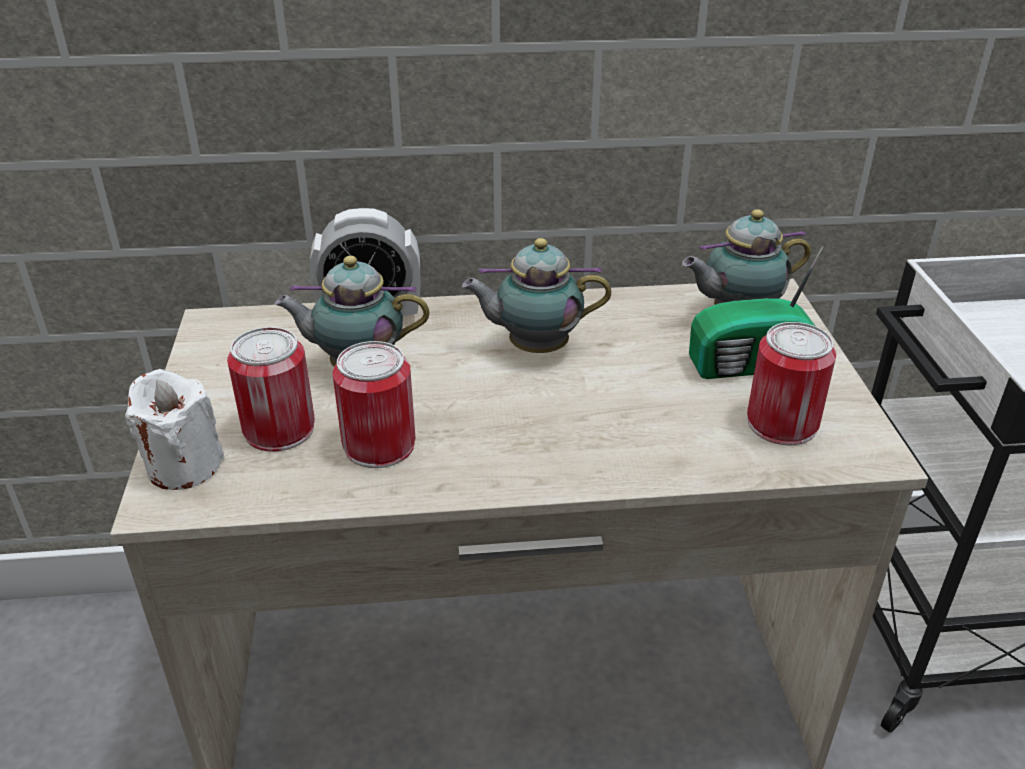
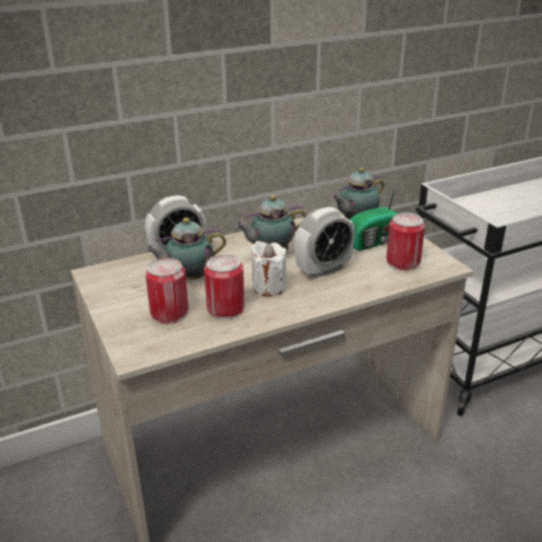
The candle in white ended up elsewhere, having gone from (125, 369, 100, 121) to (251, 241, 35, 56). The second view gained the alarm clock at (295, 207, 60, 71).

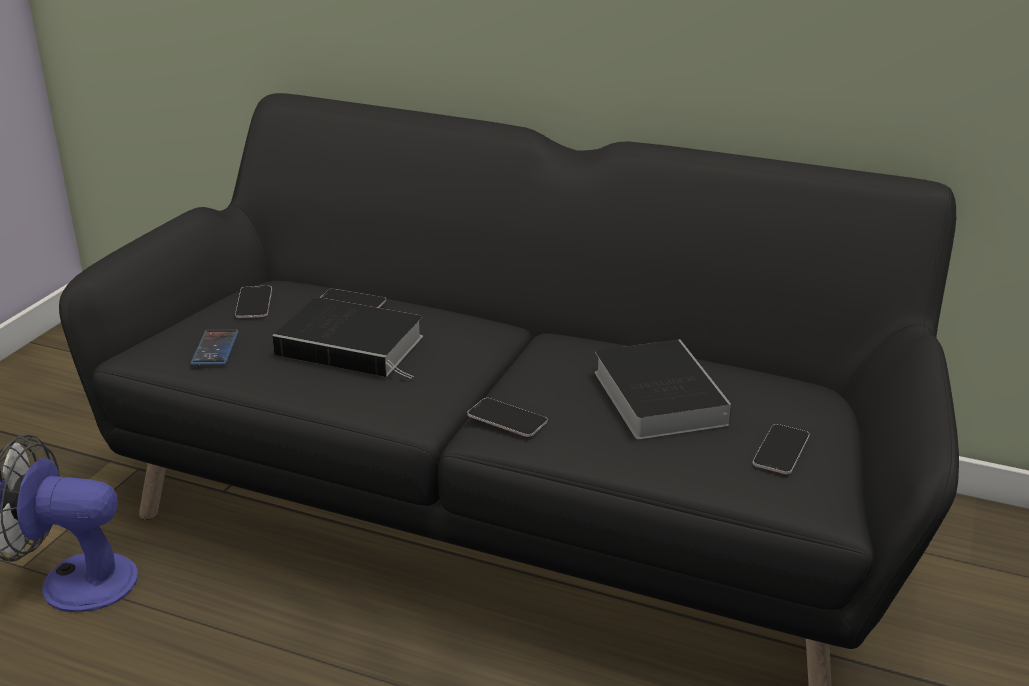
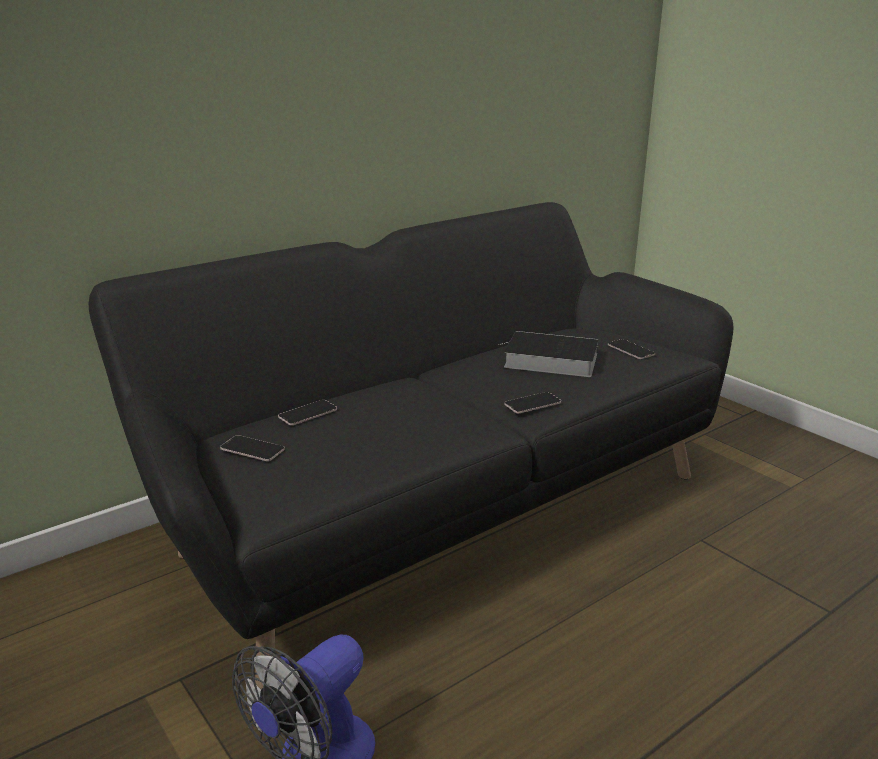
The second view lost the book at (272, 297, 151, 82). The second view lost the phone at (191, 330, 48, 36).

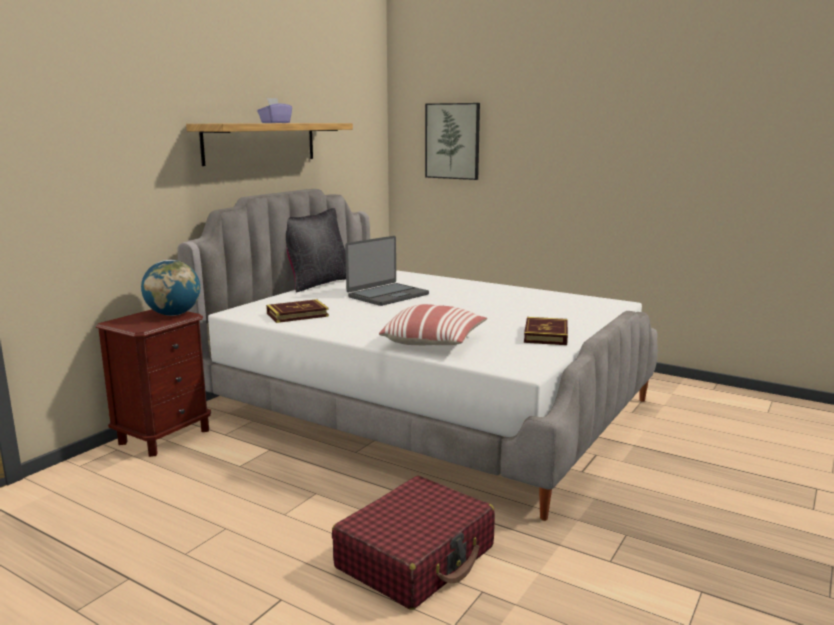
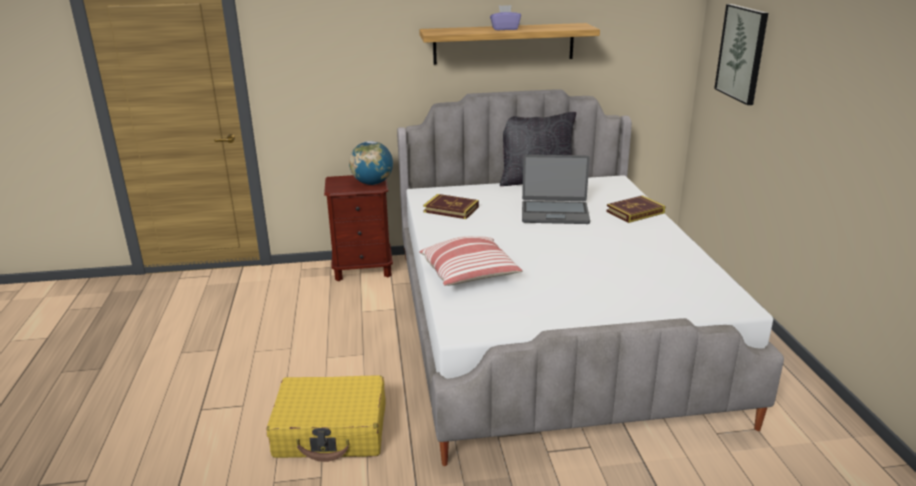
The book ended up elsewhere, having gone from (524, 317, 44, 28) to (606, 195, 59, 28). What was the suitcase in red at (332, 476, 163, 134) turned into the suitcase in yellow at (267, 375, 118, 87).

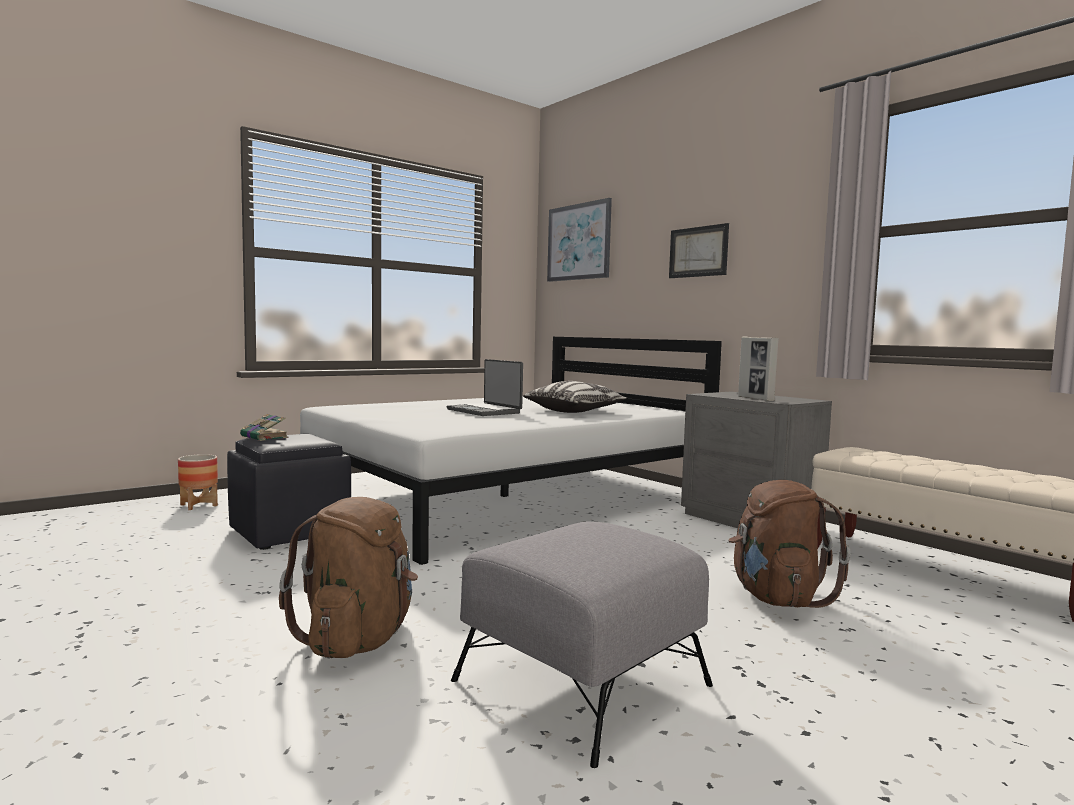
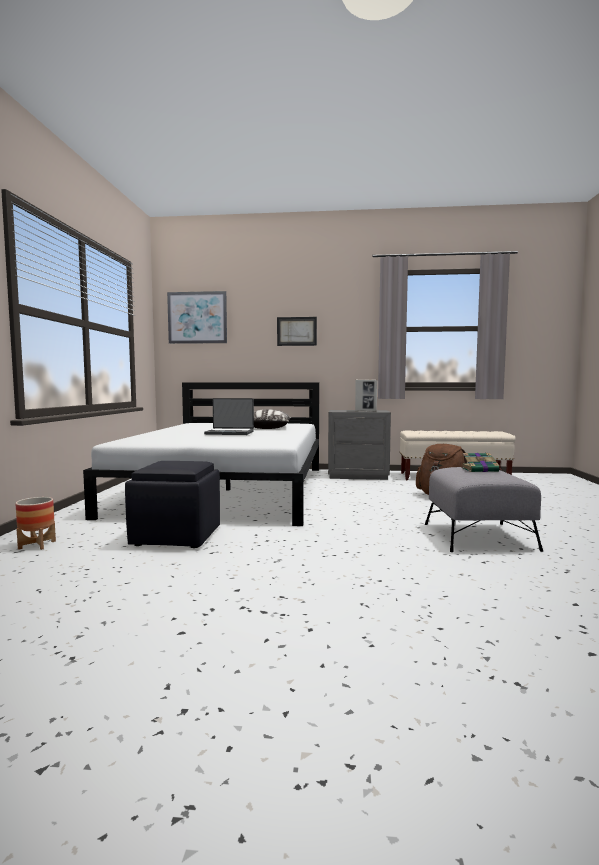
The book ended up elsewhere, having gone from (240, 414, 49, 27) to (461, 453, 42, 19). The second view lost the backpack in brown at (279, 497, 139, 162).

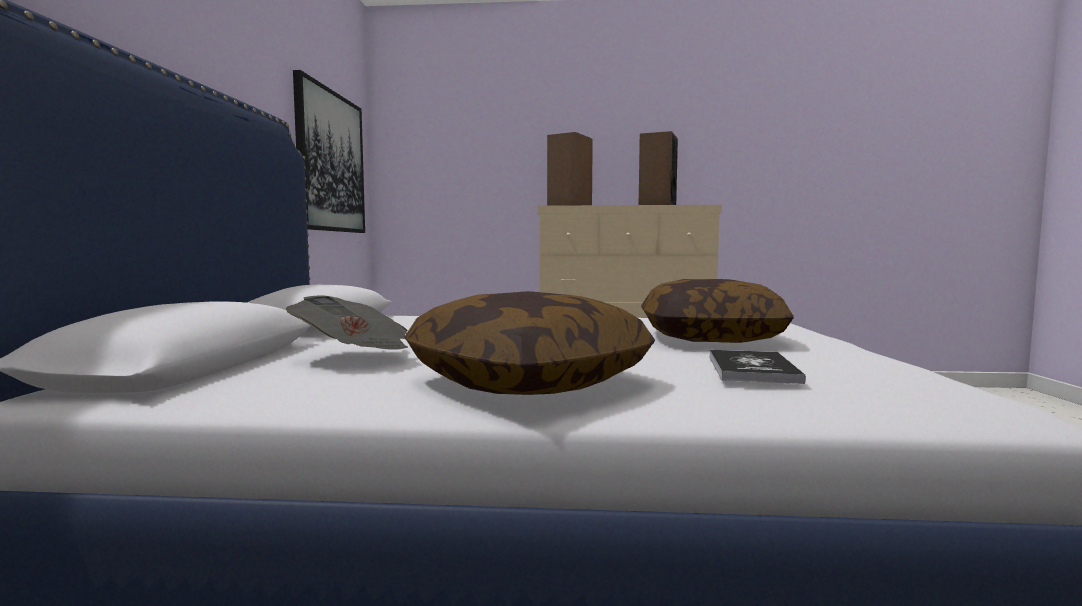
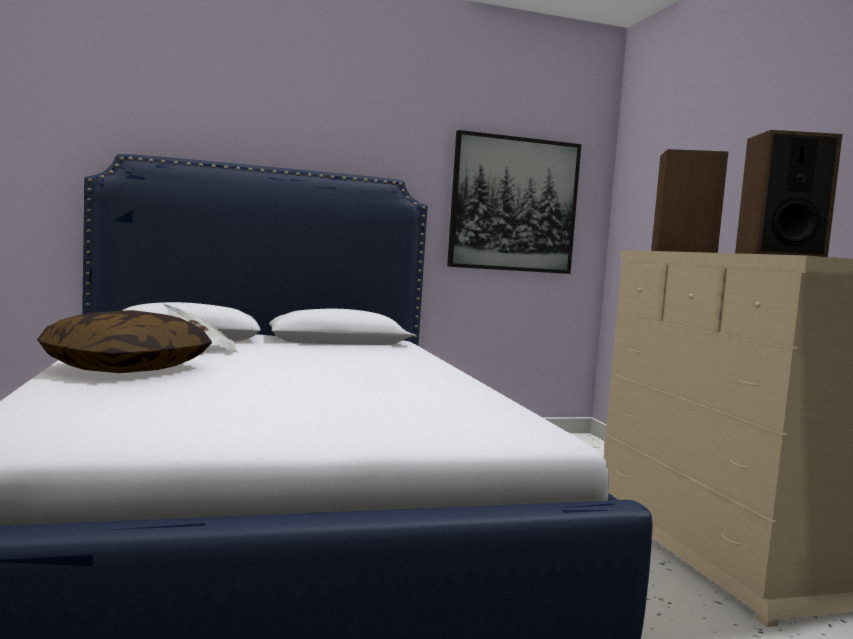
The second view lost the pillow at (641, 279, 153, 64). The second view lost the book at (709, 350, 97, 34).

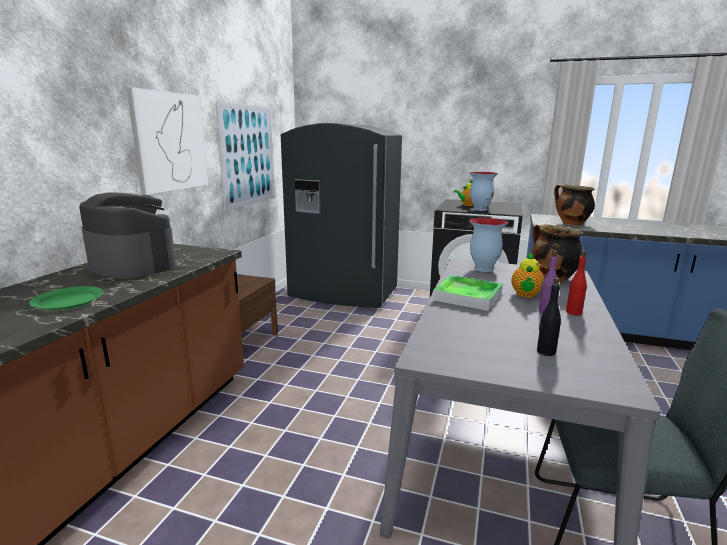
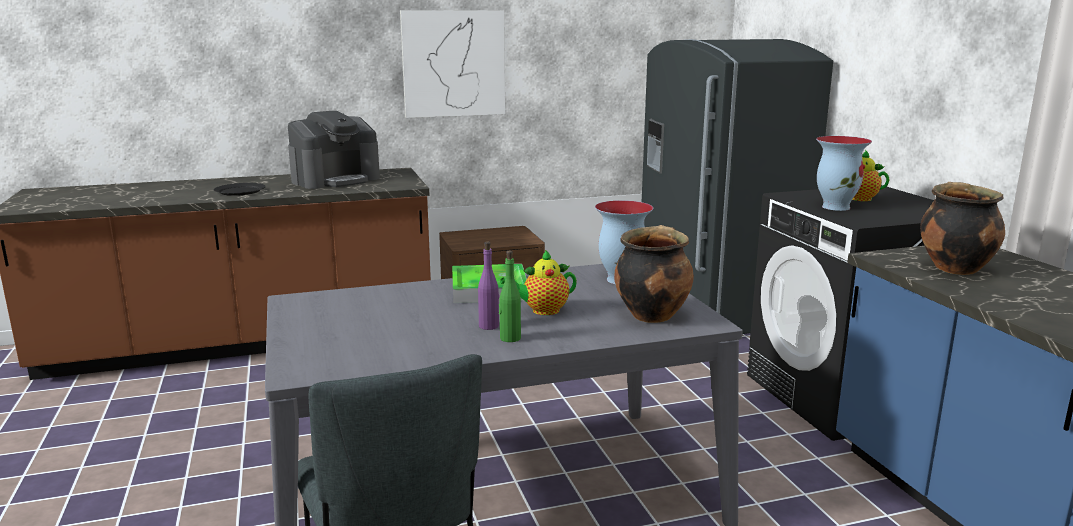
The second view lost the picture at (215, 101, 60, 110). The coffee machine at (79, 192, 97, 86) ended up facing another way, 45 degrees clockwise from before. What was the bottle in red at (566, 251, 21, 64) turned into the bottle in green at (499, 251, 22, 91). The second view lost the bottle in black at (537, 278, 24, 78). What was the plate in green at (29, 286, 74, 24) turned into the plate in black at (214, 183, 52, 13).

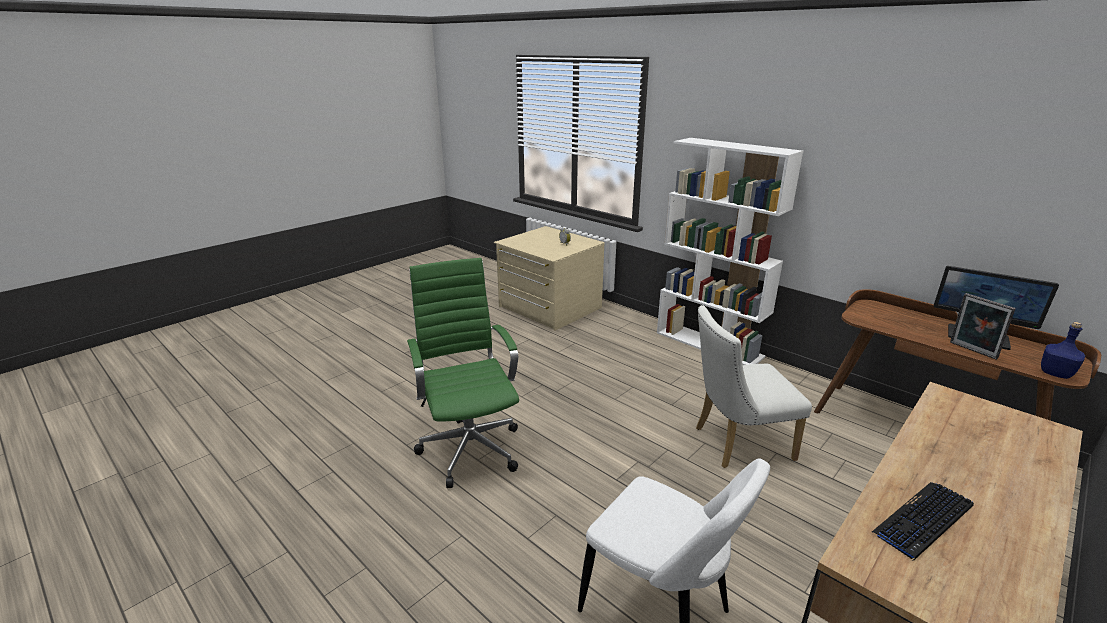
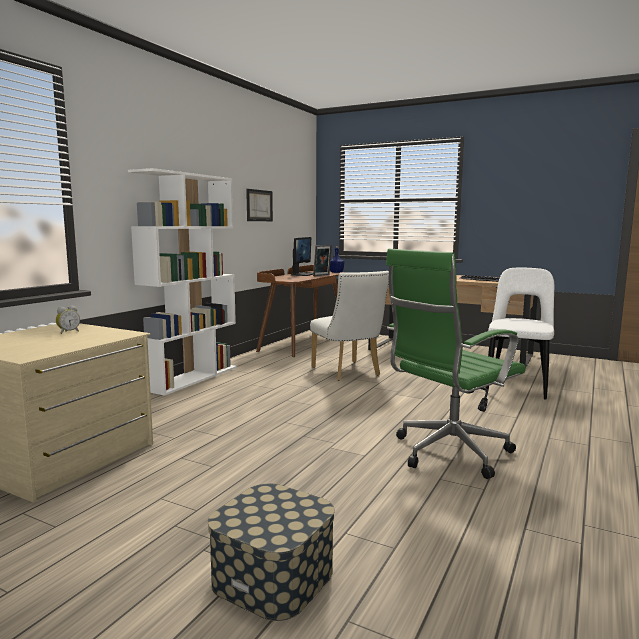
The second view gained the picture at (246, 189, 27, 32). The second view gained the storage box at (208, 484, 127, 137).

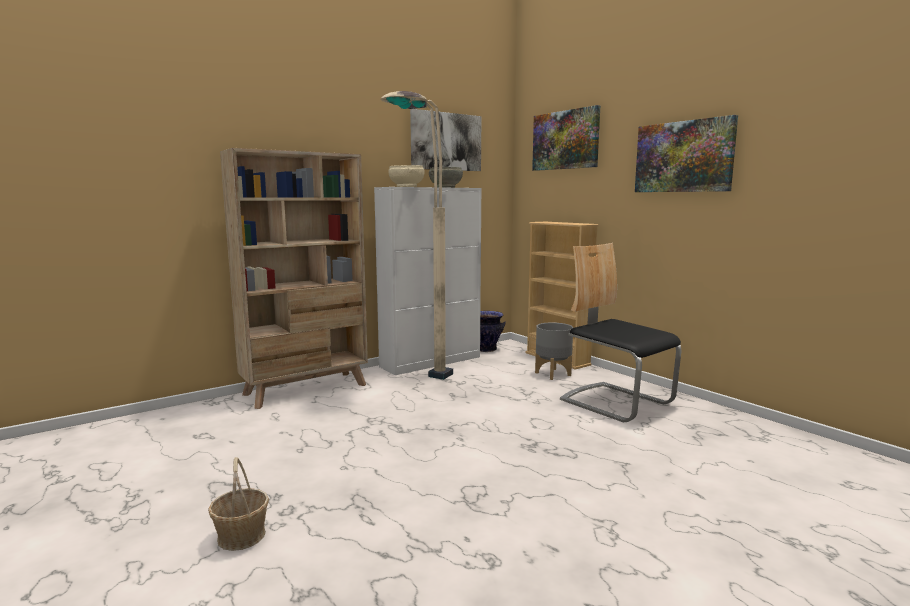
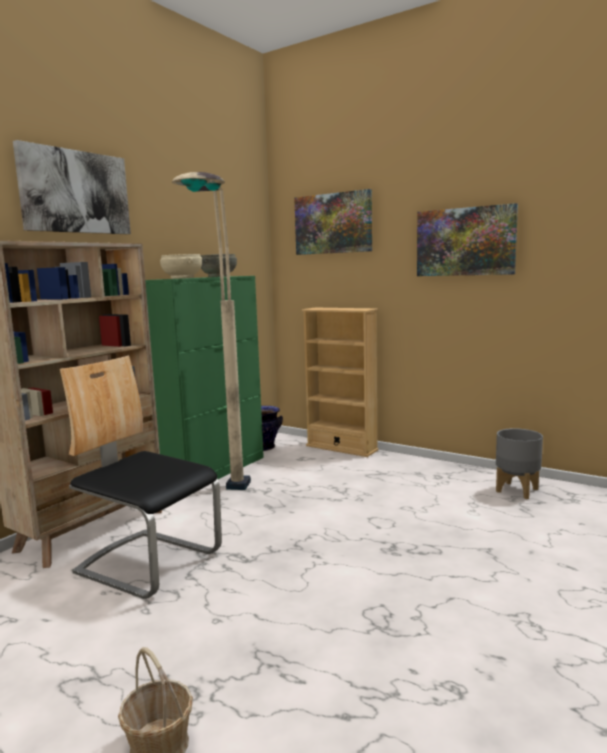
The picture ended up elsewhere, having gone from (410, 109, 72, 62) to (13, 140, 118, 94). What was the cabinet in white at (374, 187, 108, 188) turned into the cabinet in green at (145, 276, 119, 203). The chair ended up elsewhere, having gone from (560, 243, 121, 179) to (60, 356, 162, 243). The planter in grey ended up elsewhere, having gone from (535, 322, 38, 58) to (496, 428, 47, 71).

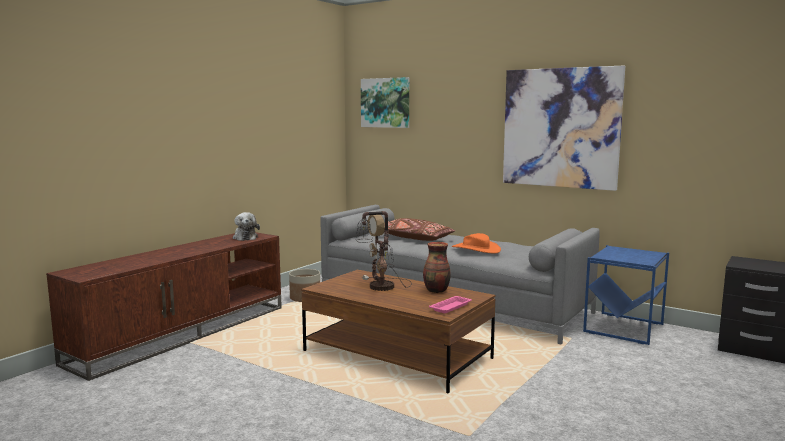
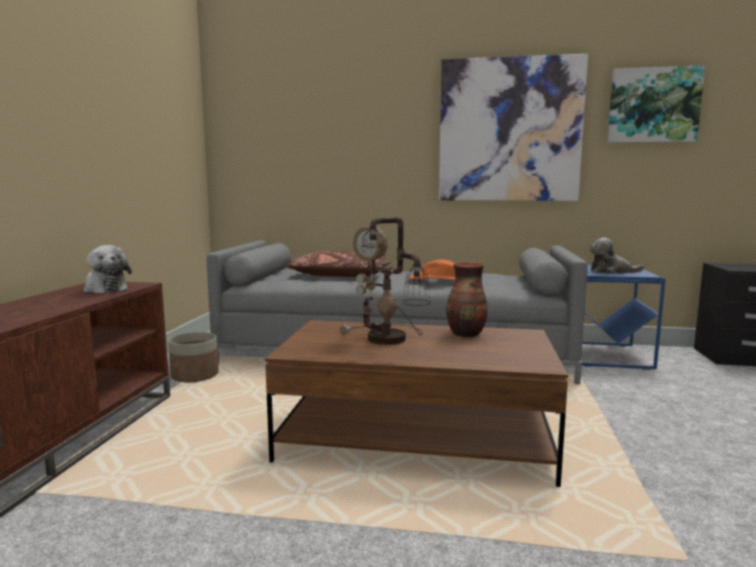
The picture ended up elsewhere, having gone from (361, 77, 48, 51) to (607, 65, 98, 78). The second view lost the tray in pink at (429, 296, 43, 17). The second view gained the plush toy at (589, 238, 55, 36).

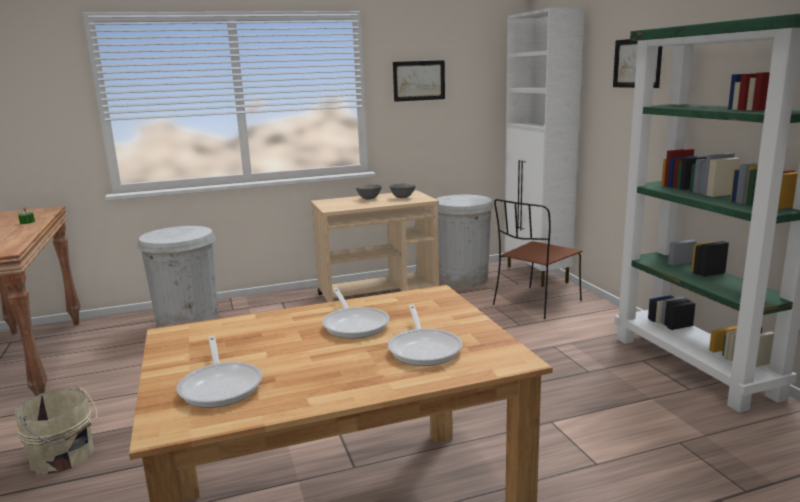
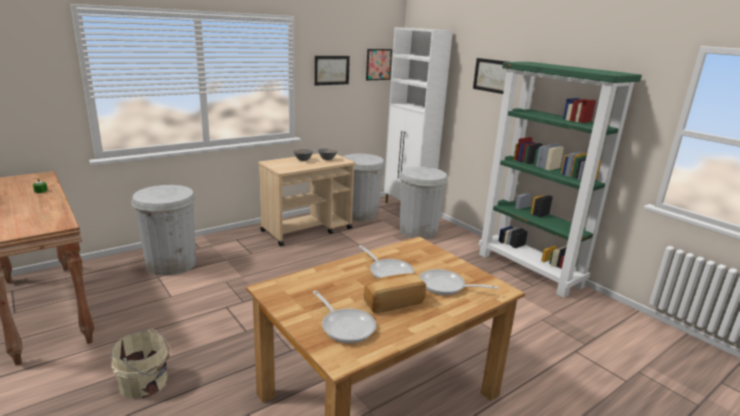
Where the chair in brown stood at (493, 199, 89, 120), the trash can in white came to stand at (400, 167, 48, 72). The frying pan at (388, 304, 74, 62) ended up facing another way, 135 degrees clockwise from before. The second view gained the picture at (366, 49, 26, 31). The second view gained the bread at (364, 273, 62, 40).

